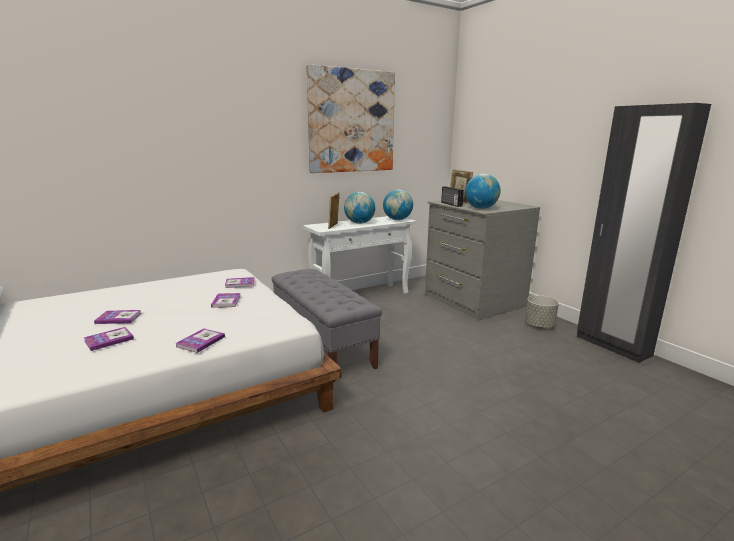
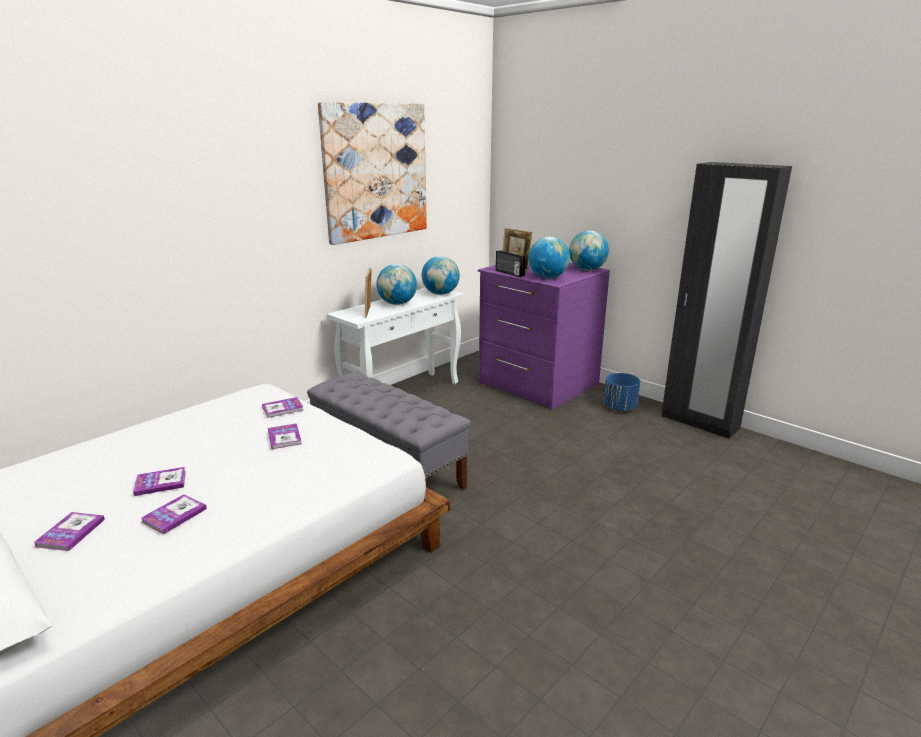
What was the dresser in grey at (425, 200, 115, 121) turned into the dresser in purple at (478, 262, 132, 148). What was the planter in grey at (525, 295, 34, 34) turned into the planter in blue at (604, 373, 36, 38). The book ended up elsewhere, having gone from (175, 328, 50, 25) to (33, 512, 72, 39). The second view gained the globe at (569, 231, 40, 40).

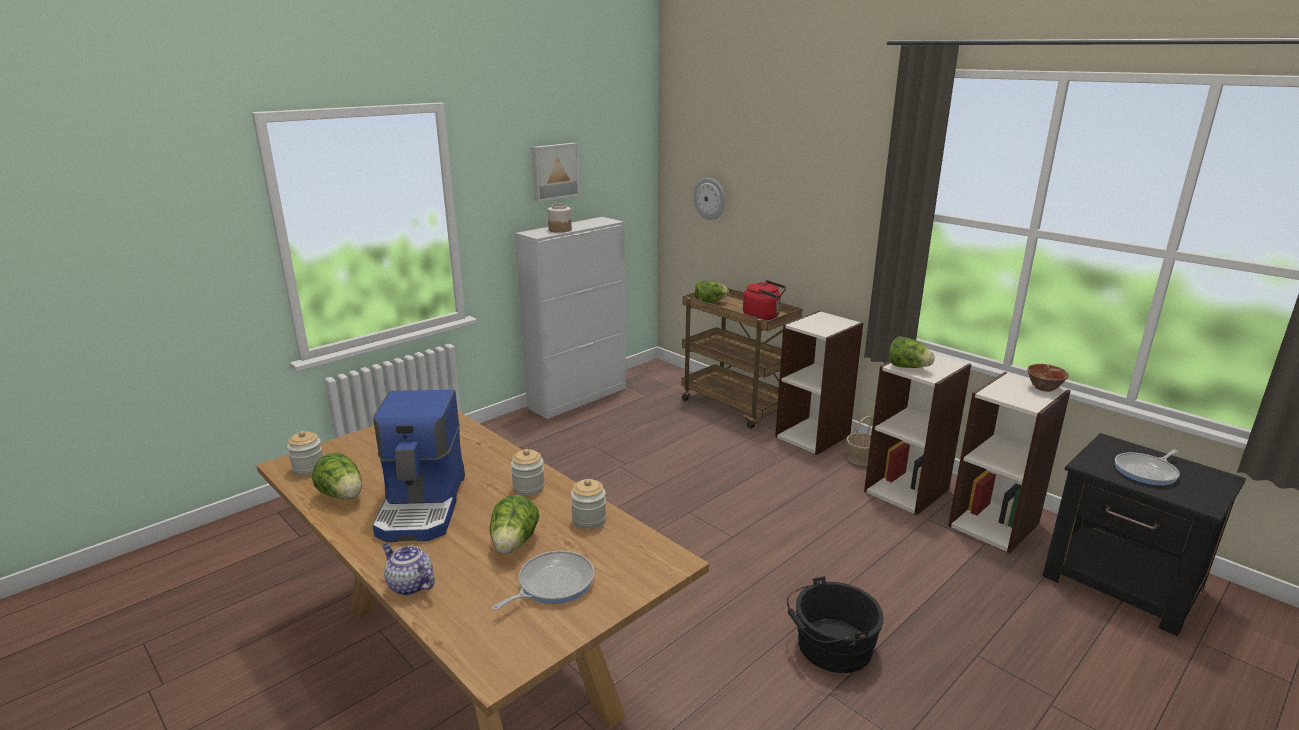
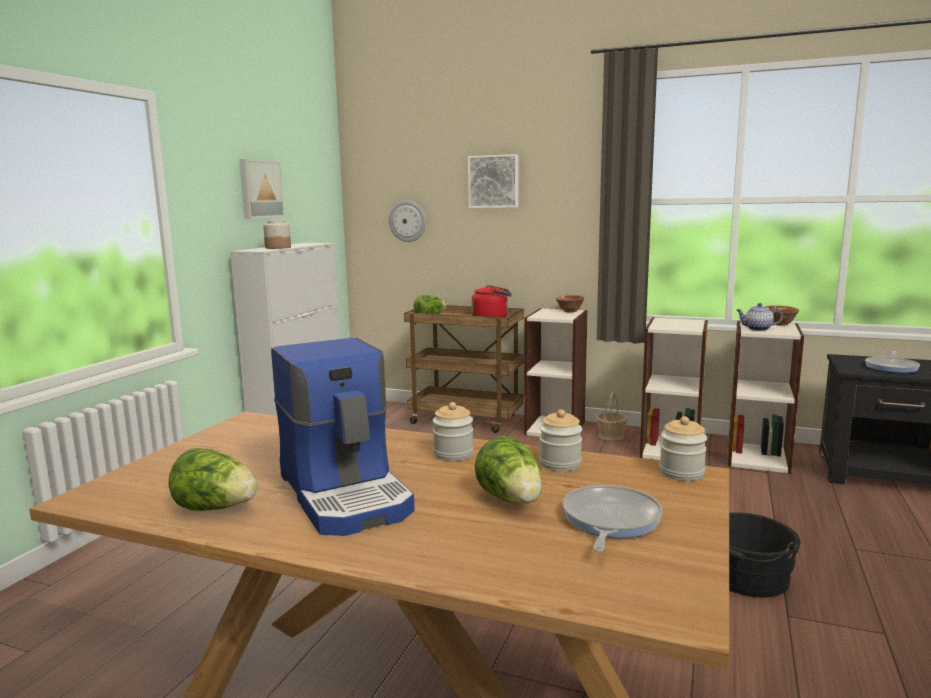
The second view lost the lettuce at (889, 337, 46, 31). The jar ended up elsewhere, having gone from (287, 431, 36, 44) to (659, 416, 48, 65). The teapot ended up elsewhere, having gone from (382, 543, 53, 53) to (736, 303, 47, 28). The second view gained the picture at (468, 154, 51, 54). The second view gained the bowl at (556, 295, 28, 18).

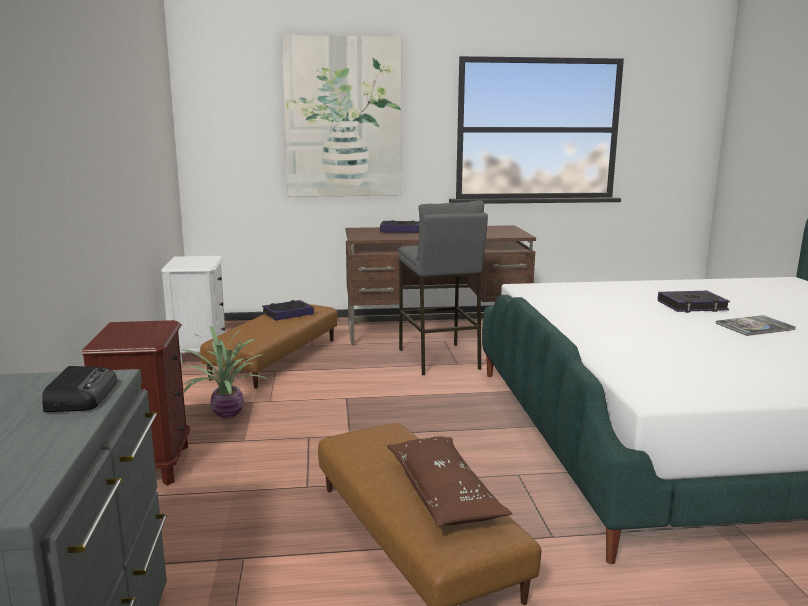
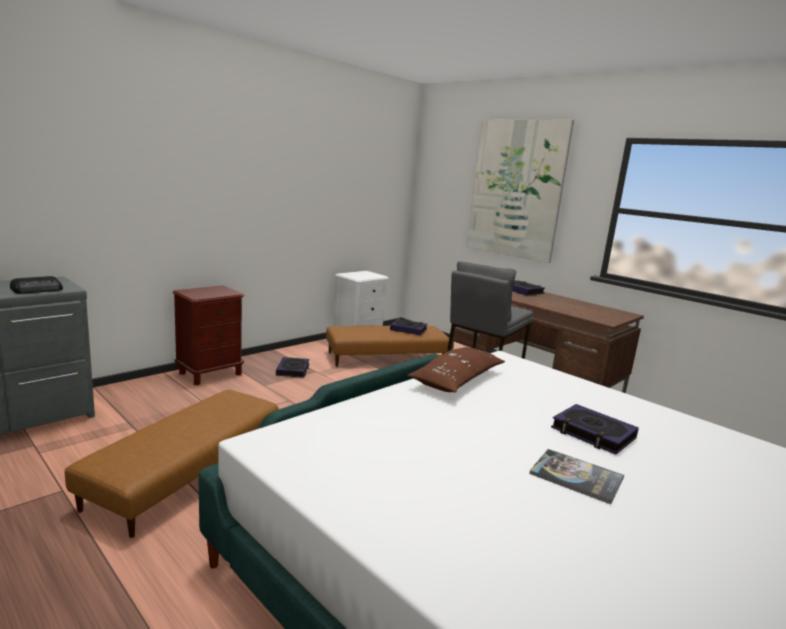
Where the potted plant stood at (180, 326, 89, 92), the book came to stand at (276, 357, 33, 21). The pillow in brown ended up elsewhere, having gone from (387, 436, 125, 91) to (407, 347, 98, 45).

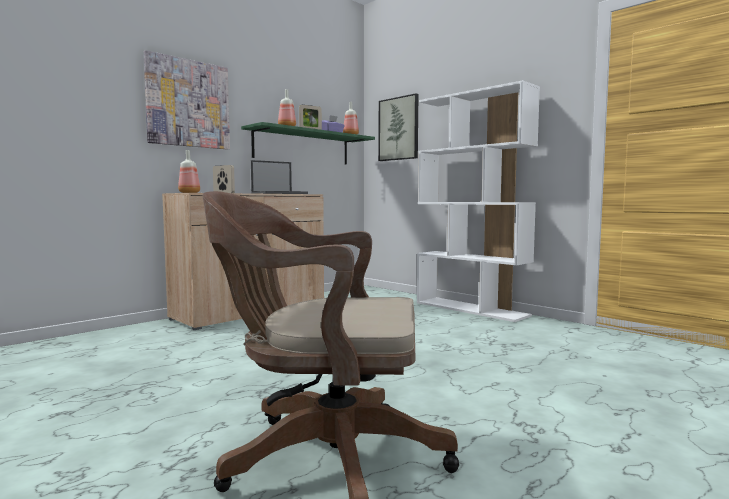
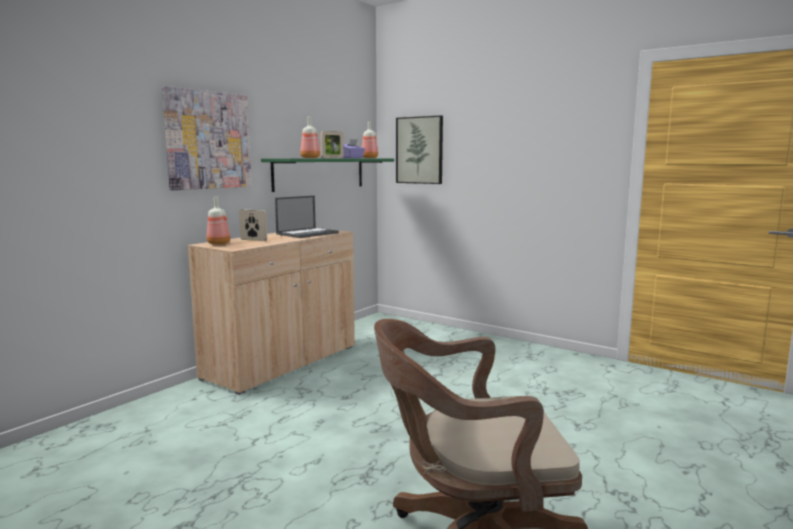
The second view lost the bookcase in white at (417, 80, 123, 242).

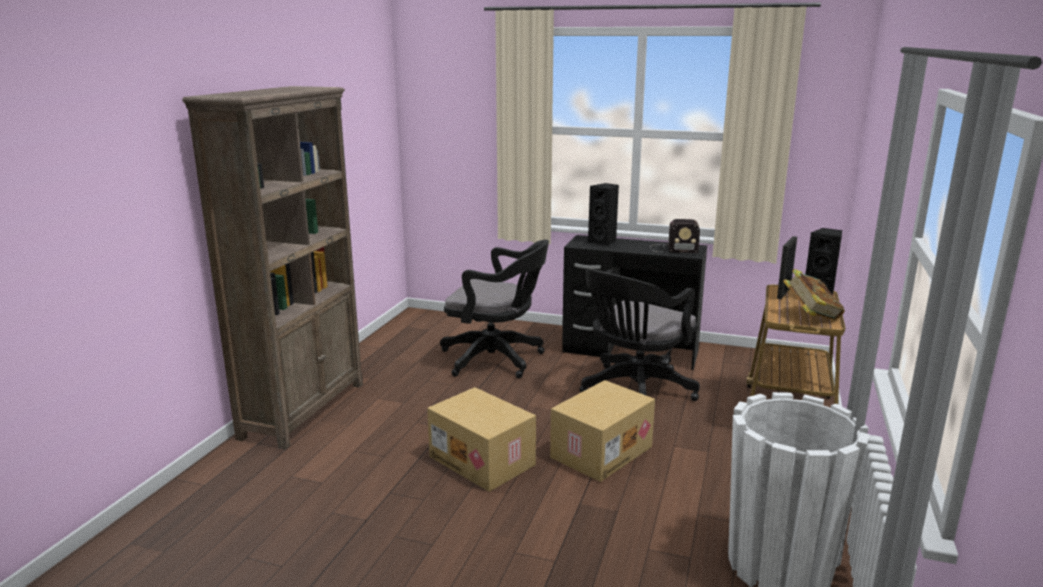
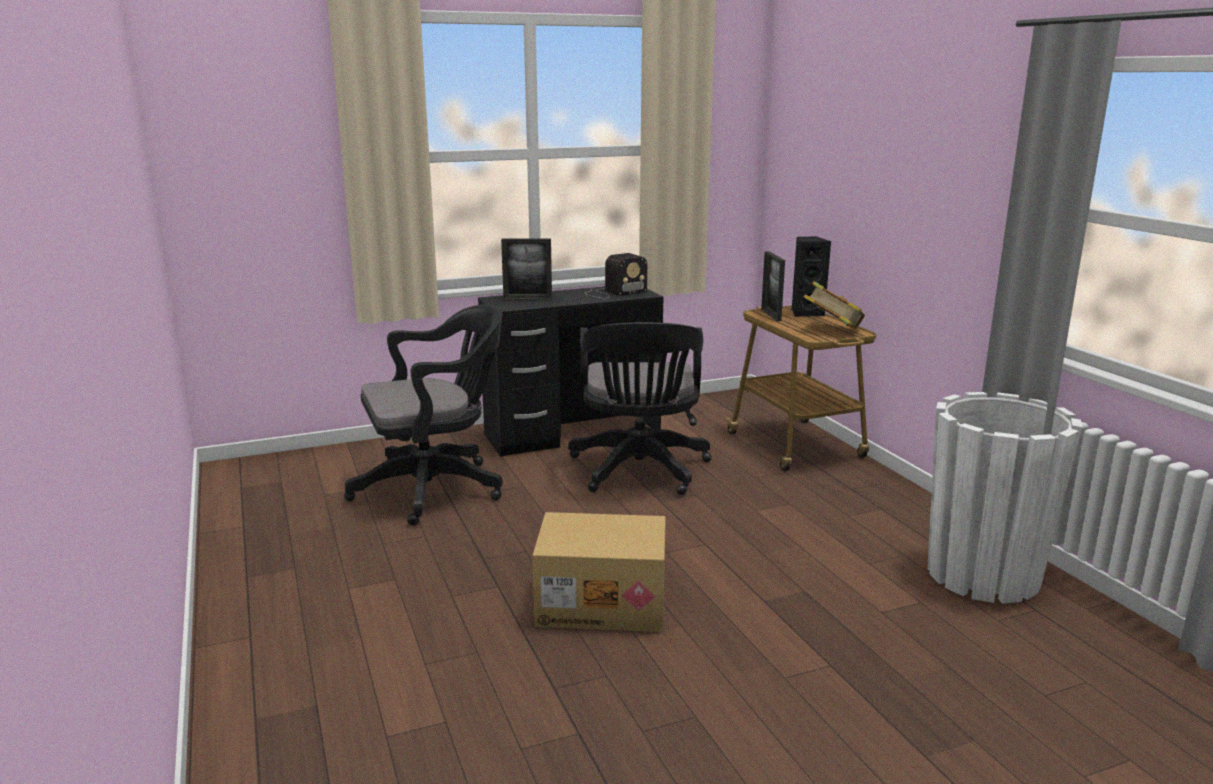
The second view lost the bookcase in brown at (182, 86, 181, 364). Where the speaker in black stood at (588, 183, 31, 63), the picture frame came to stand at (501, 238, 51, 62). The second view lost the cardboard box at (550, 380, 105, 102).

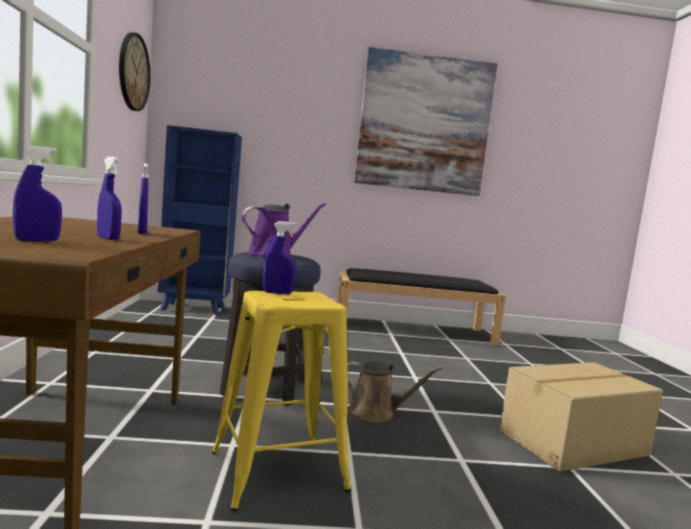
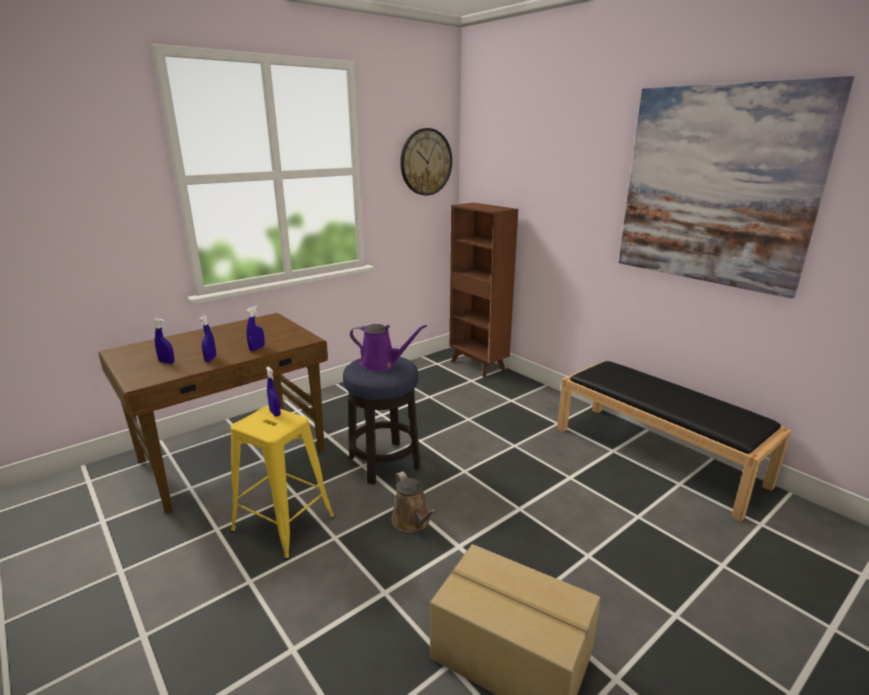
What was the bookcase in blue at (158, 125, 84, 190) turned into the bookcase in brown at (450, 203, 68, 174).

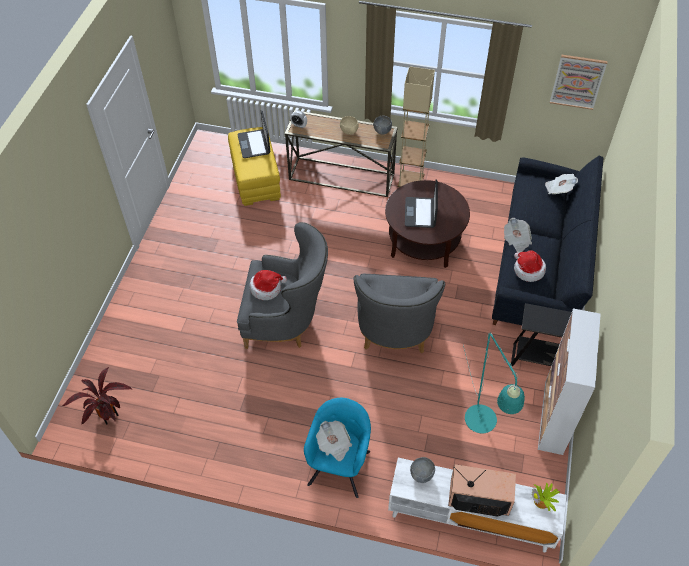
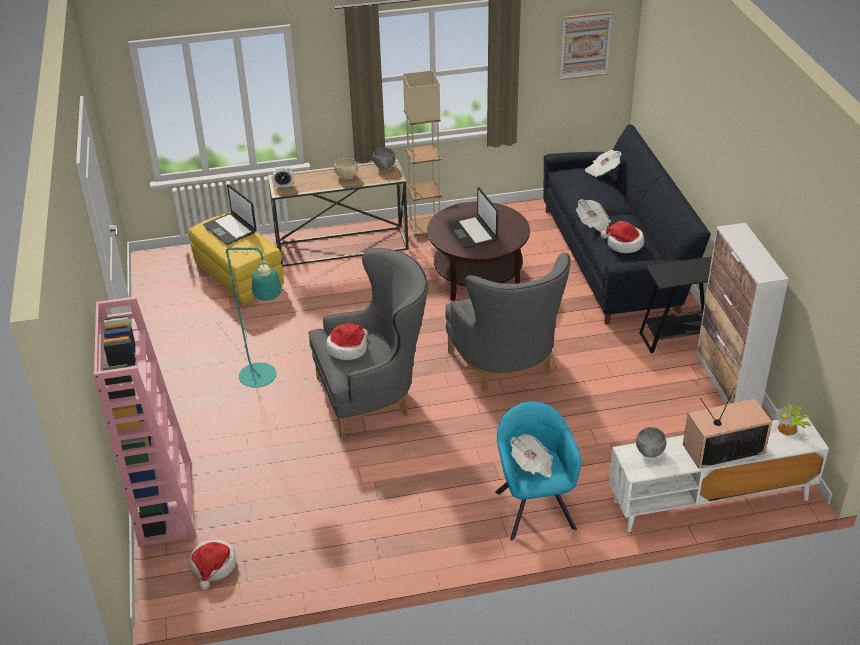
The floor lamp in turquoise ended up elsewhere, having gone from (463, 332, 62, 101) to (215, 246, 67, 142). Where the potted plant stood at (62, 367, 71, 57), the hat came to stand at (190, 540, 46, 50). The second view gained the bookcase in pink at (94, 297, 103, 250).

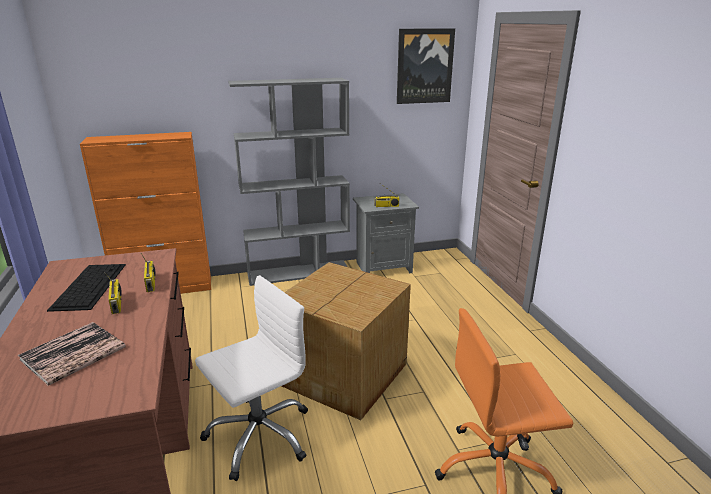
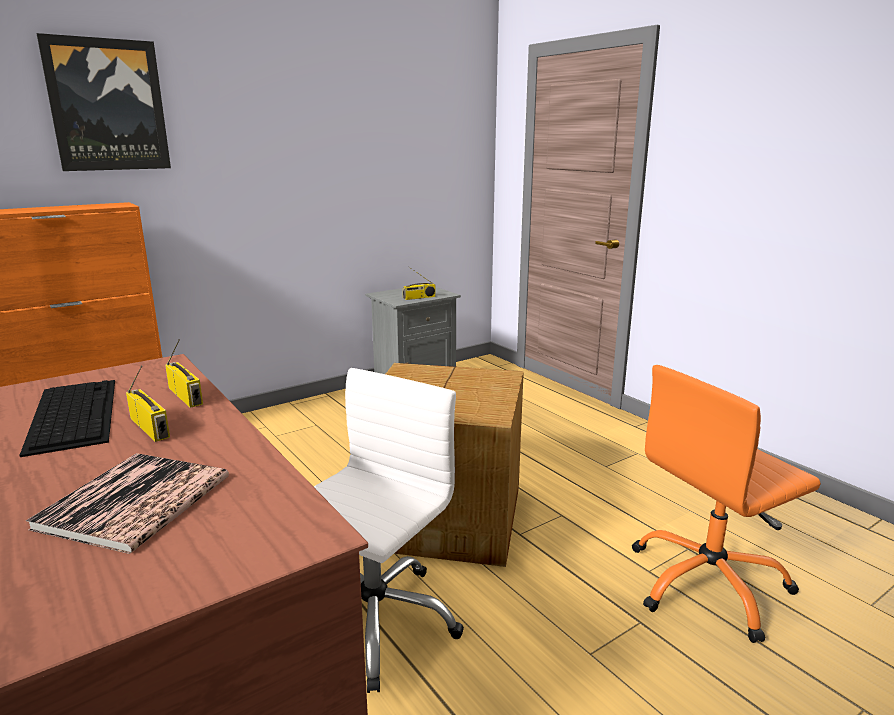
The picture ended up elsewhere, having gone from (397, 28, 58, 76) to (37, 33, 134, 138). The second view lost the bookcase in grey at (228, 78, 122, 208).

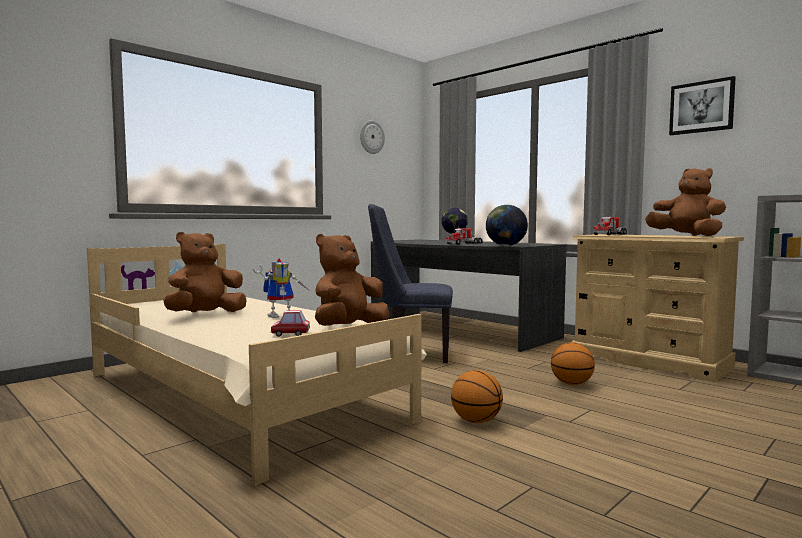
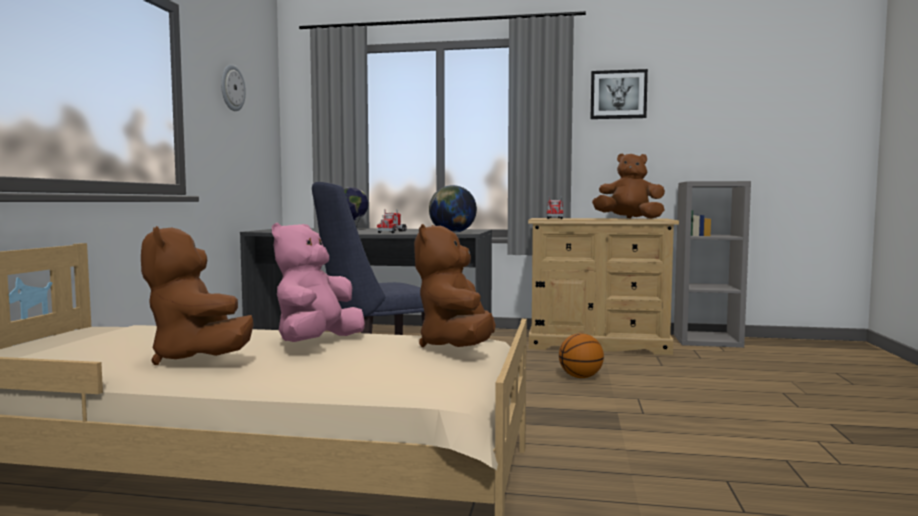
The plush toy in brown at (163, 232, 84, 80) ended up facing another way, 45 degrees counterclockwise from before. Where the toy robot stood at (253, 258, 57, 60), the plush toy in pink came to stand at (272, 223, 93, 119). The second view lost the toy car at (271, 310, 39, 27). The second view lost the basketball at (451, 370, 52, 53).

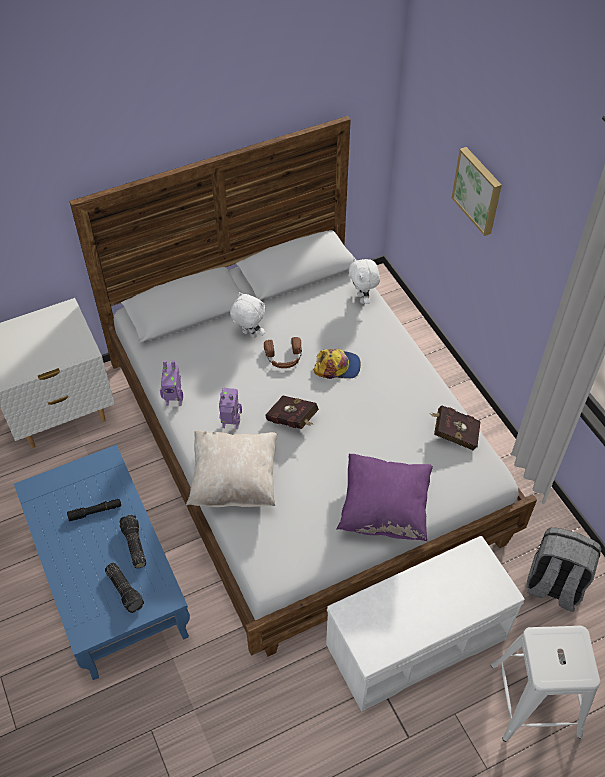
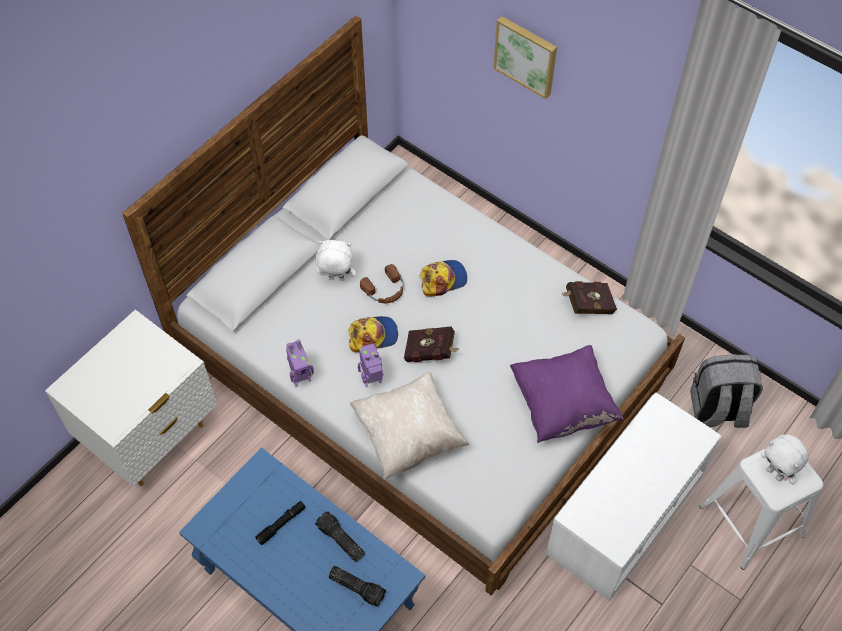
The plush toy in white ended up elsewhere, having gone from (349, 258, 31, 46) to (761, 434, 48, 50). The second view gained the cap at (348, 316, 50, 36).

